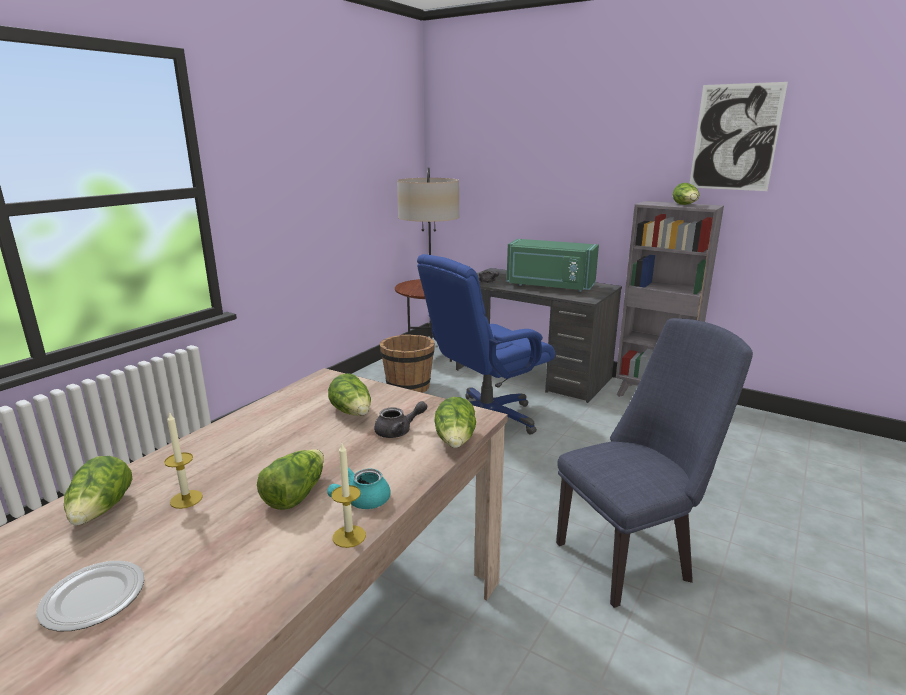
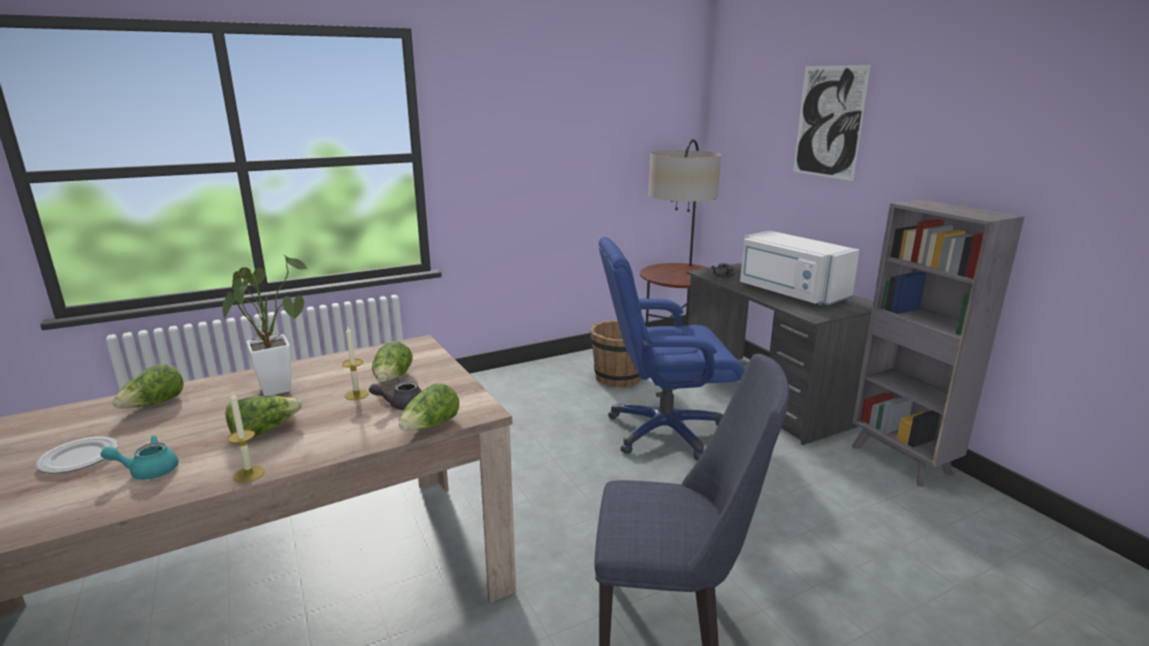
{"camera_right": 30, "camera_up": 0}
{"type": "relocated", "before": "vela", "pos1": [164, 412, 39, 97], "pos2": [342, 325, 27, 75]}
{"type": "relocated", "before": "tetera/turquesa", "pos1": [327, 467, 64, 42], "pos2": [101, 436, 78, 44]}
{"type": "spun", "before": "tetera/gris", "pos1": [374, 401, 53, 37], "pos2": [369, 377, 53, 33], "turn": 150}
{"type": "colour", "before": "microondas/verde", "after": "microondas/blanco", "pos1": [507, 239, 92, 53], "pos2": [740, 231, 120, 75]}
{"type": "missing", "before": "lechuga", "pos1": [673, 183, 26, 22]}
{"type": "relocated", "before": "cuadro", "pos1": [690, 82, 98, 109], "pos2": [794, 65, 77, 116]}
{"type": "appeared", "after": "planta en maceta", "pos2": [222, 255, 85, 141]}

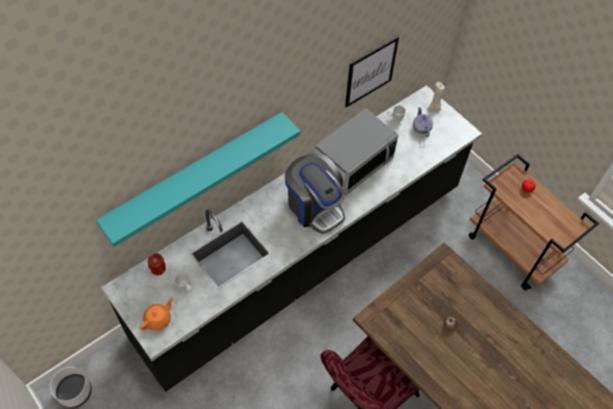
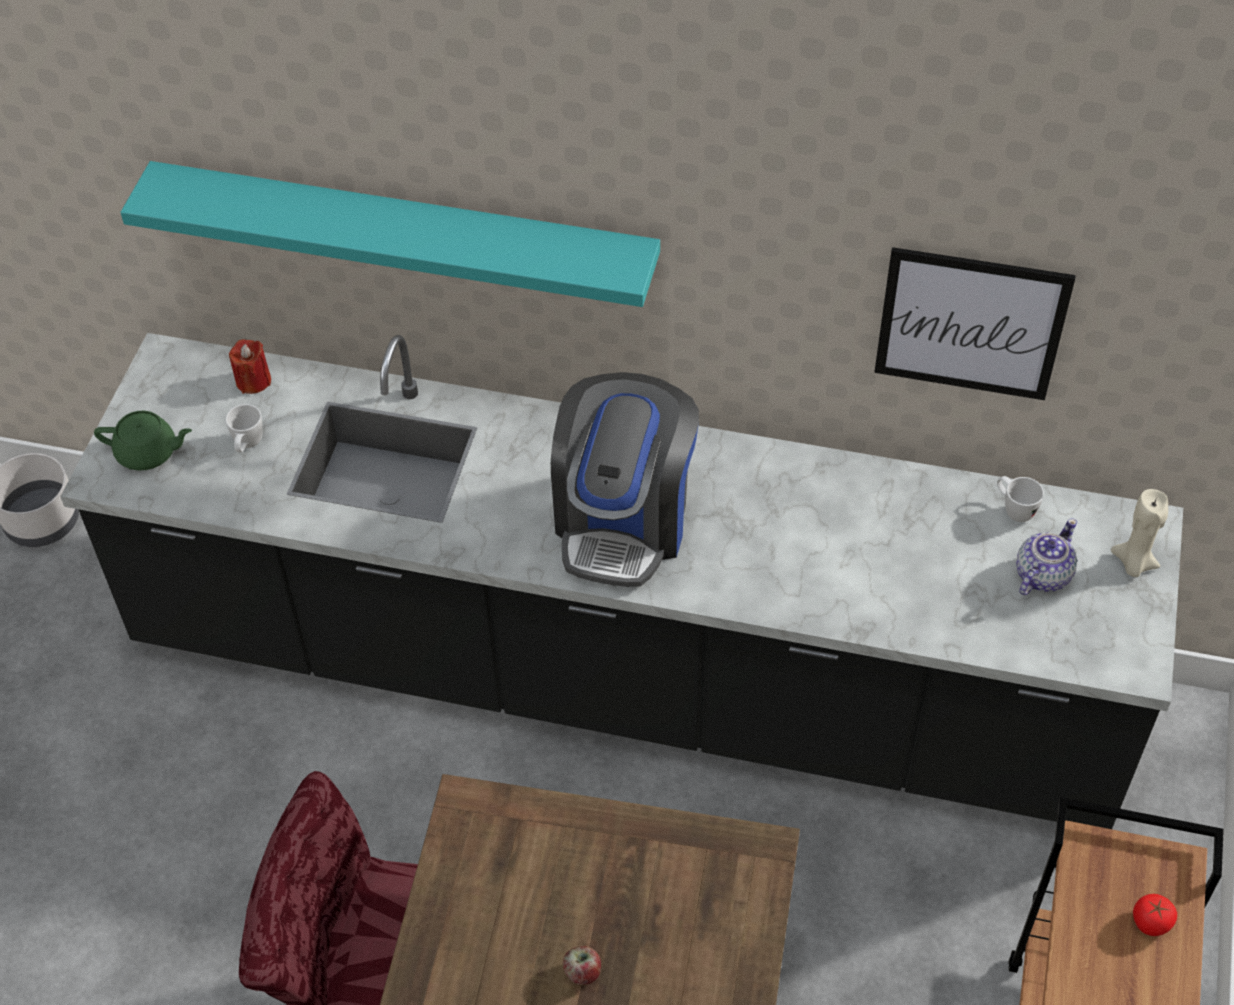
{"camera_right": 55, "camera_up": -5}
{"type": "colour", "before": "tetera/naranja", "after": "tetera/verde", "pos1": [140, 297, 33, 34], "pos2": [94, 411, 98, 60]}
{"type": "missing", "before": "microondas", "pos1": [315, 108, 83, 87]}

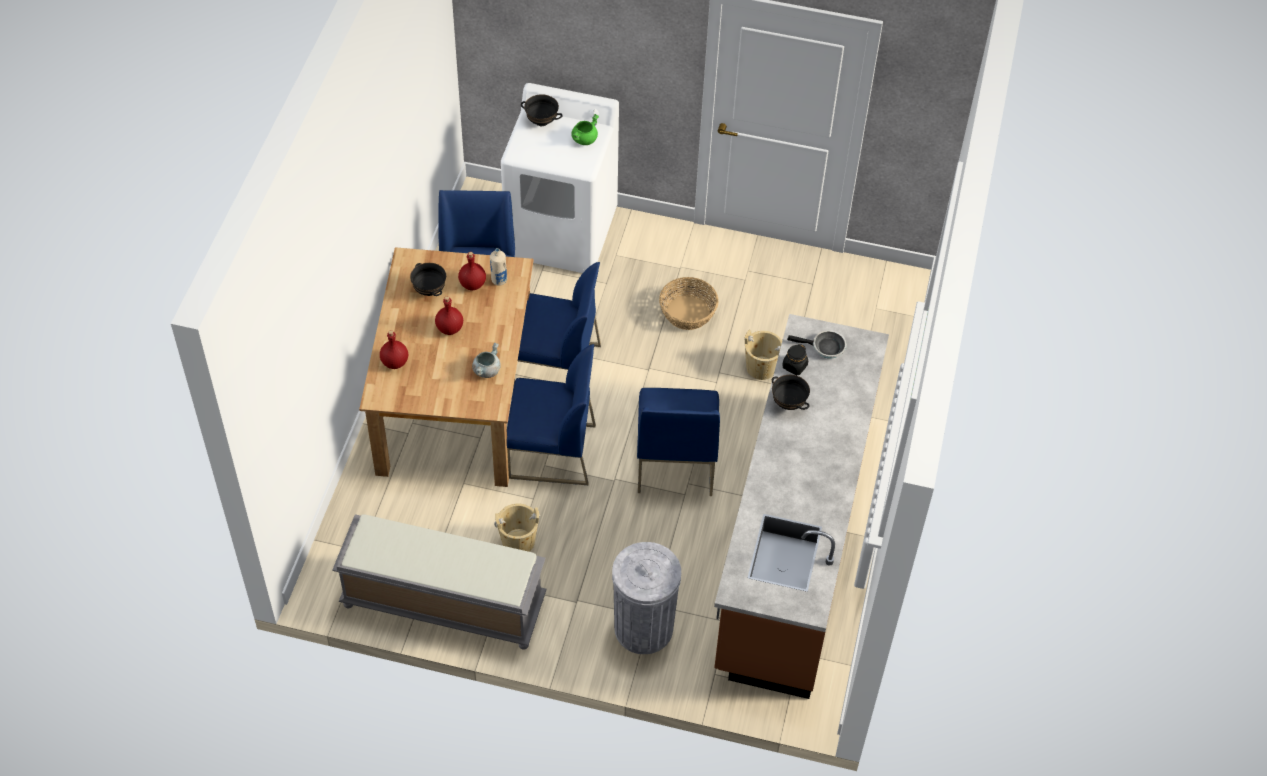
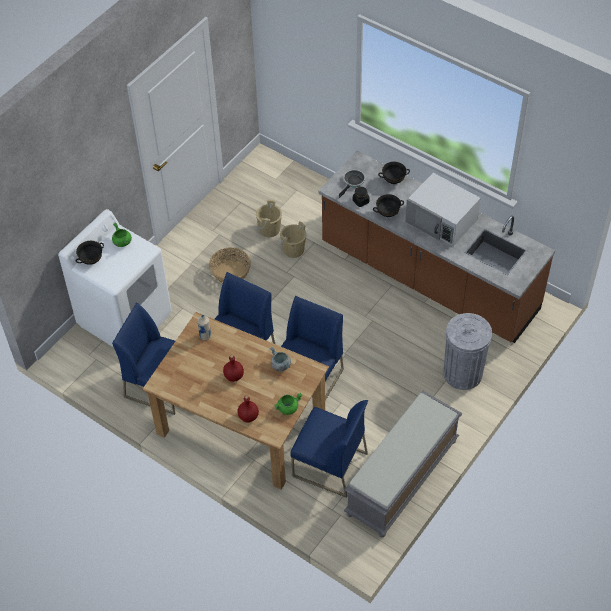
{"camera_right": -65, "camera_up": 0}
{"type": "relocated", "before": "cuenco/negro", "pos1": [410, 263, 36, 33], "pos2": [378, 162, 32, 22]}
{"type": "missing", "before": "botella/rojo", "pos1": [458, 252, 28, 38]}
{"type": "relocated", "before": "cubo/beis", "pos1": [494, 503, 47, 49], "pos2": [256, 200, 26, 37]}
{"type": "relocated", "before": "silla/azul", "pos1": [637, 388, 83, 108], "pos2": [290, 400, 78, 98]}
{"type": "appeared", "after": "olla/verde", "pos2": [274, 393, 28, 22]}
{"type": "appeared", "after": "microondas/blanco", "pos2": [405, 173, 76, 73]}

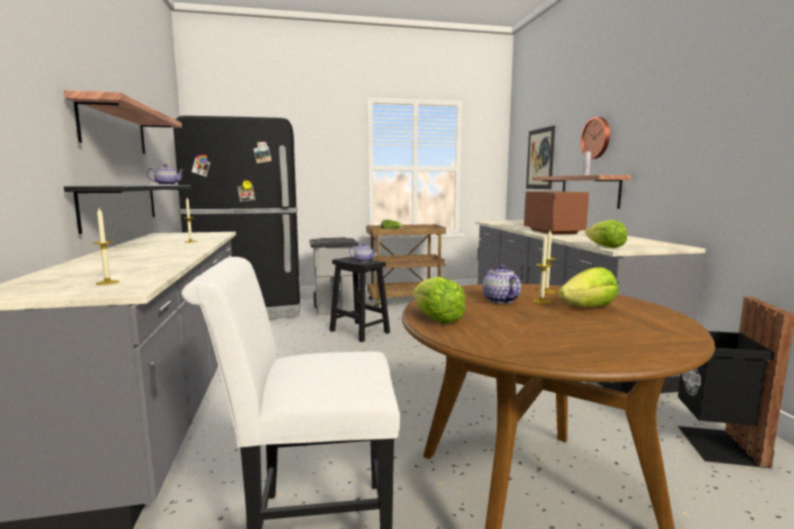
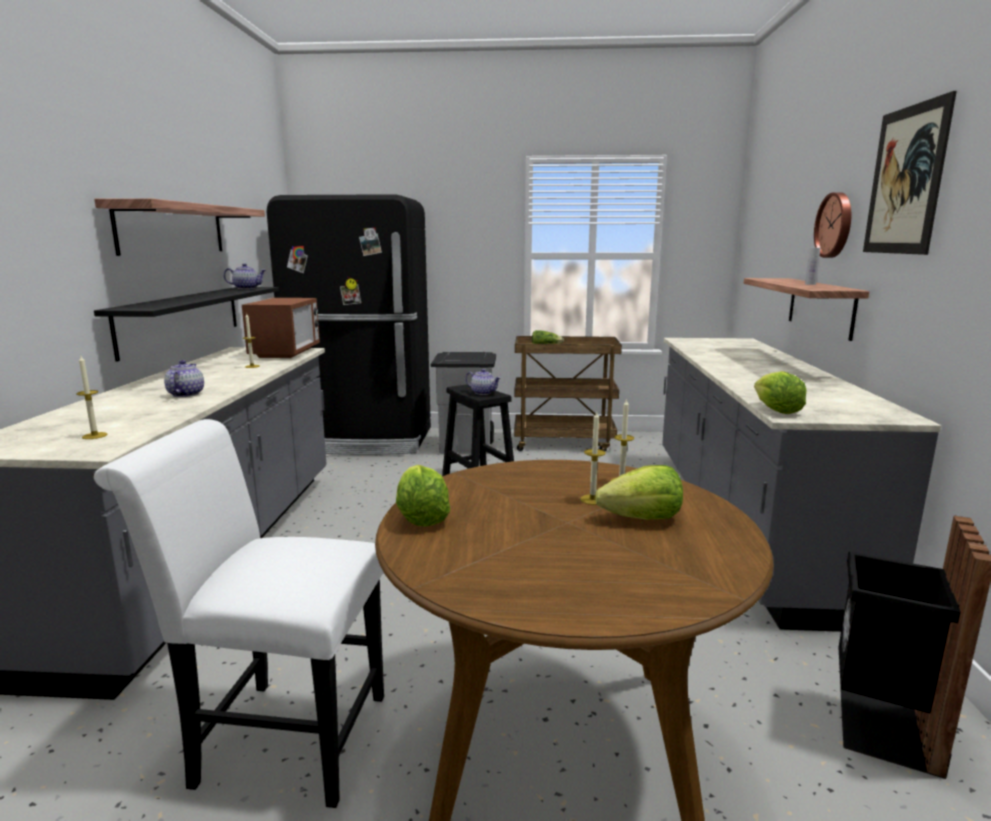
{"camera_right": 15, "camera_up": 5}
{"type": "relocated", "before": "tetera", "pos1": [482, 265, 39, 39], "pos2": [164, 360, 40, 37]}
{"type": "relocated", "before": "microondas", "pos1": [524, 191, 65, 44], "pos2": [242, 298, 78, 60]}
{"type": "relocated", "before": "cuadro", "pos1": [526, 126, 29, 63], "pos2": [863, 91, 94, 164]}

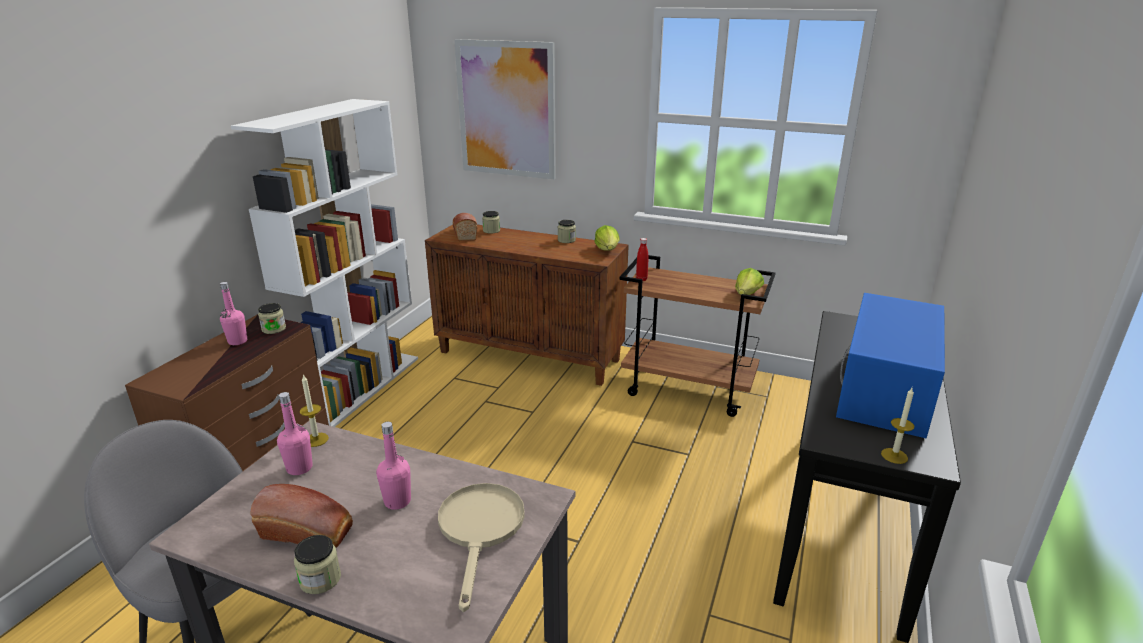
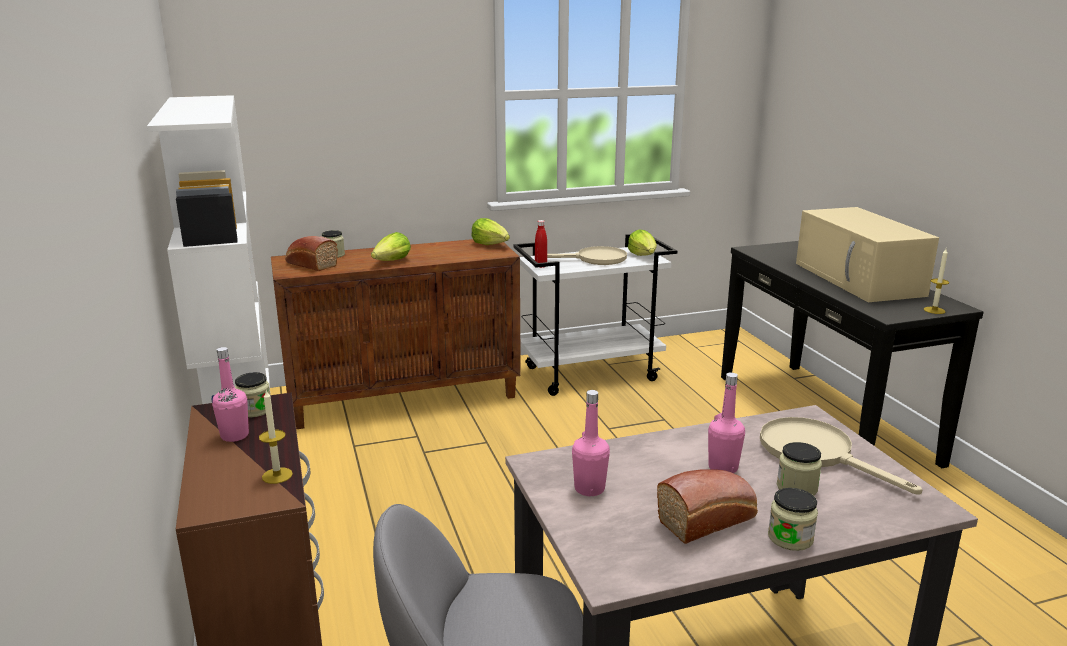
{"camera_right": -40, "camera_up": -5}
{"type": "relocated", "before": "vela", "pos1": [300, 374, 29, 73], "pos2": [259, 390, 34, 94]}
{"type": "missing", "before": "cuadro", "pos1": [454, 39, 102, 140]}
{"type": "relocated", "before": "tarro", "pos1": [558, 220, 18, 23], "pos2": [777, 442, 45, 54]}
{"type": "colour", "before": "carrito/marrón", "after": "carrito/blanco", "pos1": [619, 255, 157, 162], "pos2": [513, 234, 164, 162]}
{"type": "colour", "before": "microondas/azul", "after": "microondas/beis", "pos1": [836, 293, 109, 145], "pos2": [796, 207, 143, 95]}
{"type": "appeared", "after": "lechuga", "pos2": [371, 232, 40, 29]}
{"type": "appeared", "after": "sartén/beis", "pos2": [547, 246, 80, 19]}

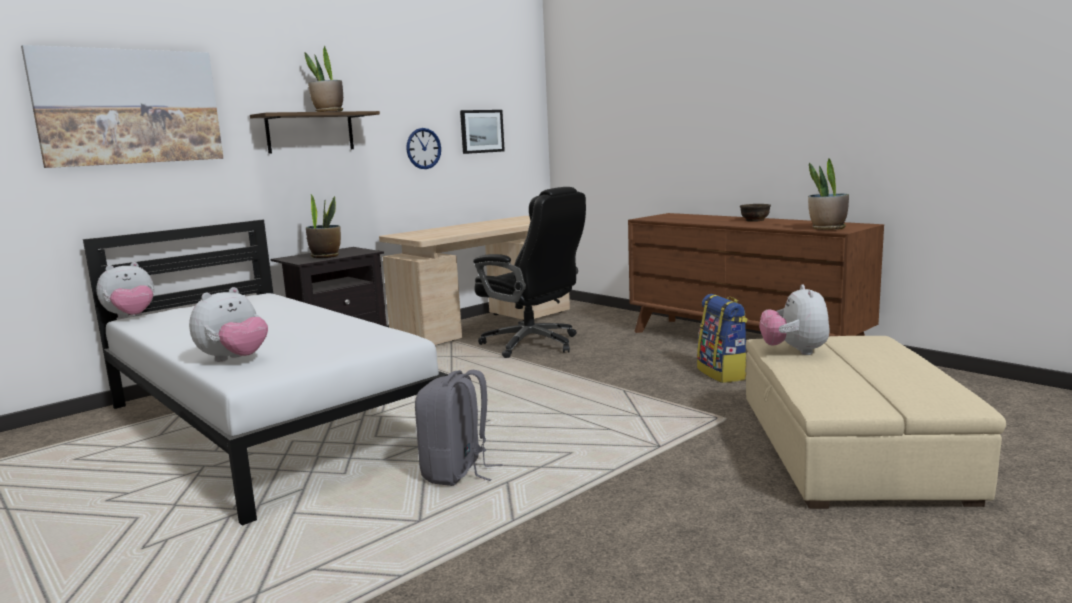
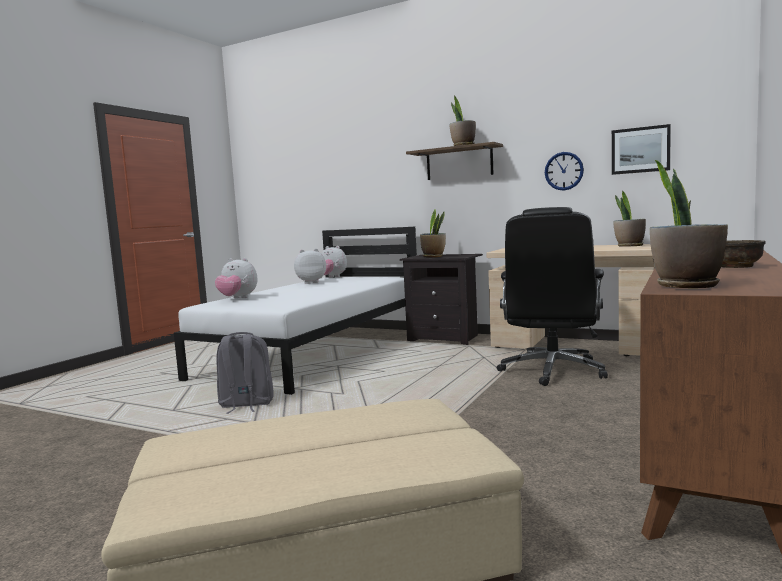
{"camera_right": 70, "camera_up": -5}
{"type": "missing", "before": "cuadro", "pos1": [21, 45, 202, 123]}
{"type": "missing", "before": "mochila", "pos1": [697, 294, 51, 89]}
{"type": "relocated", "before": "peluche", "pos1": [759, 284, 71, 71], "pos2": [294, 249, 32, 35]}
{"type": "appeared", "after": "planta en maceta", "pos2": [613, 191, 33, 56]}

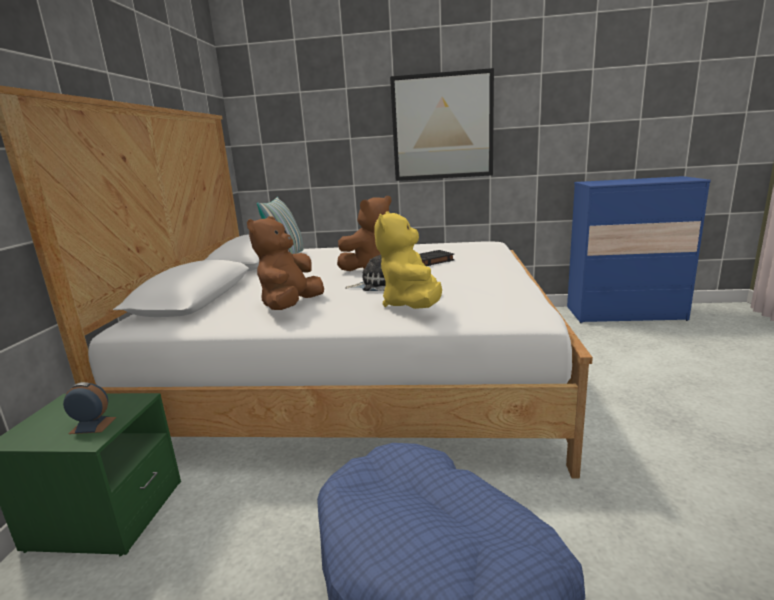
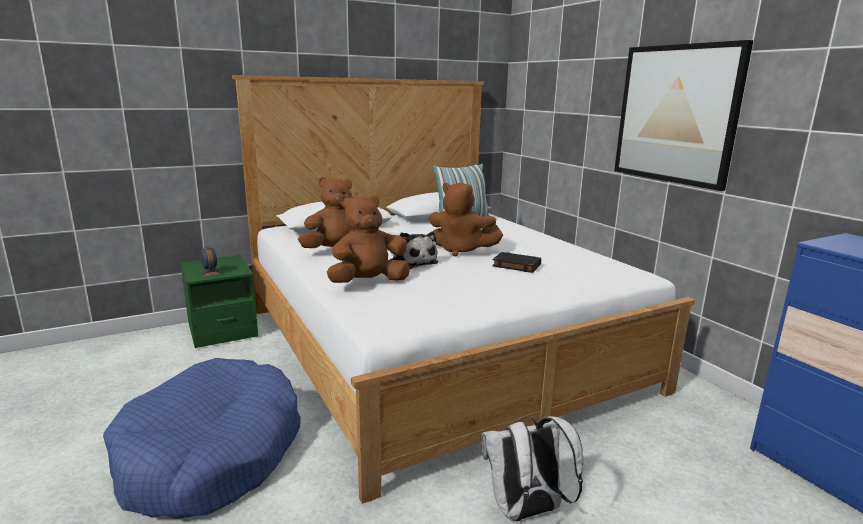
{"camera_right": 55, "camera_up": 0}
{"type": "colour", "before": "peluche/amarillo", "after": "peluche/marrón", "pos1": [374, 212, 68, 97], "pos2": [327, 195, 83, 88]}
{"type": "appeared", "after": "mochila/blanco", "pos2": [482, 416, 101, 105]}

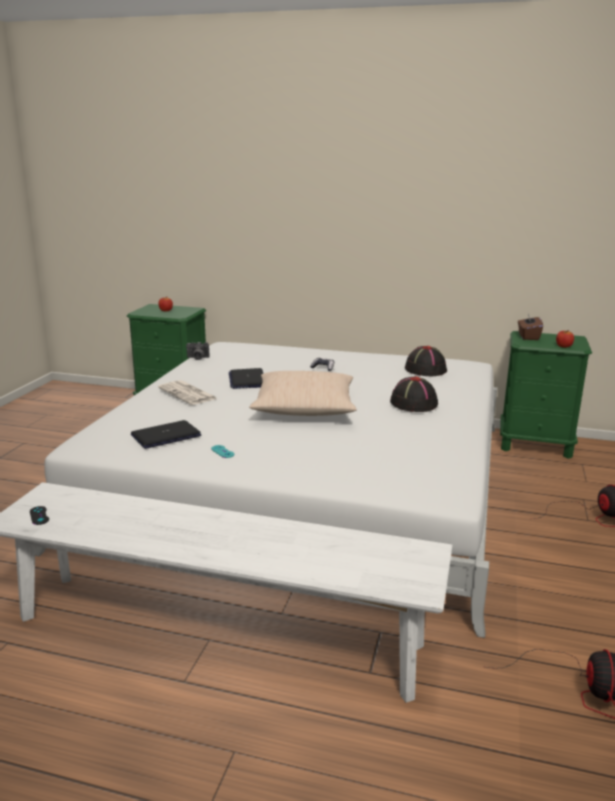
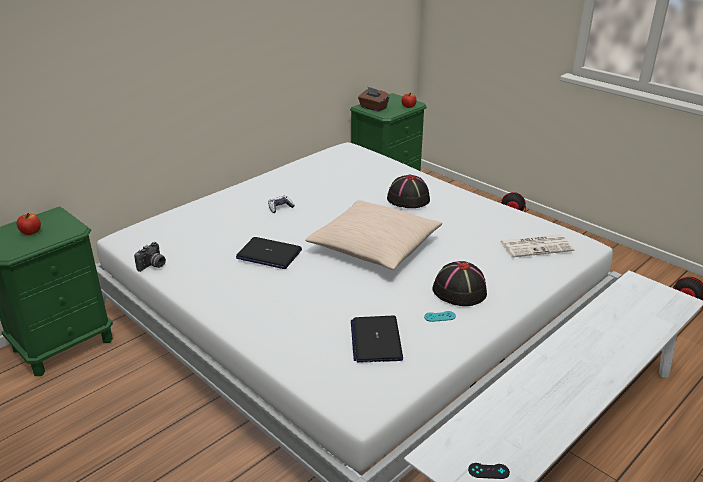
{"camera_right": -60, "camera_up": 10}
{"type": "relocated", "before": "periódico", "pos1": [158, 380, 60, 25], "pos2": [499, 235, 76, 22]}
{"type": "relocated", "before": "sombrero/negro", "pos1": [405, 346, 42, 30], "pos2": [433, 261, 54, 45]}

